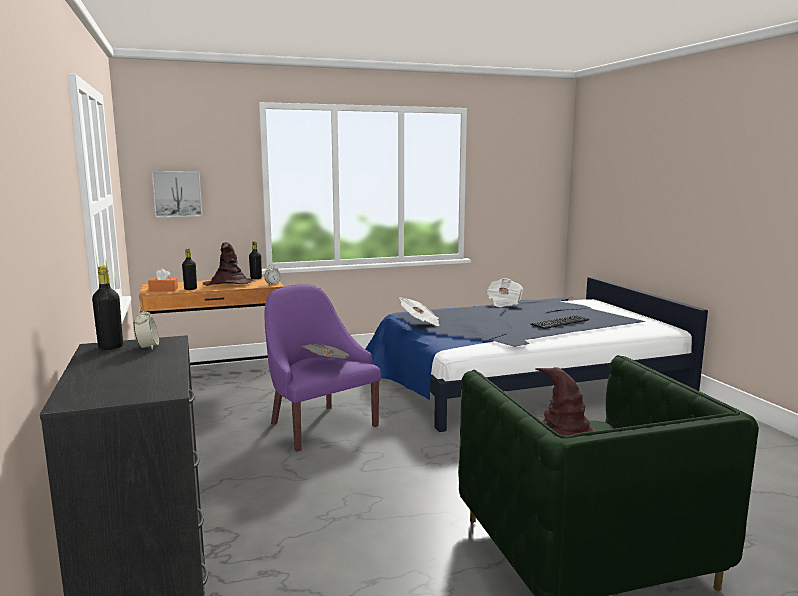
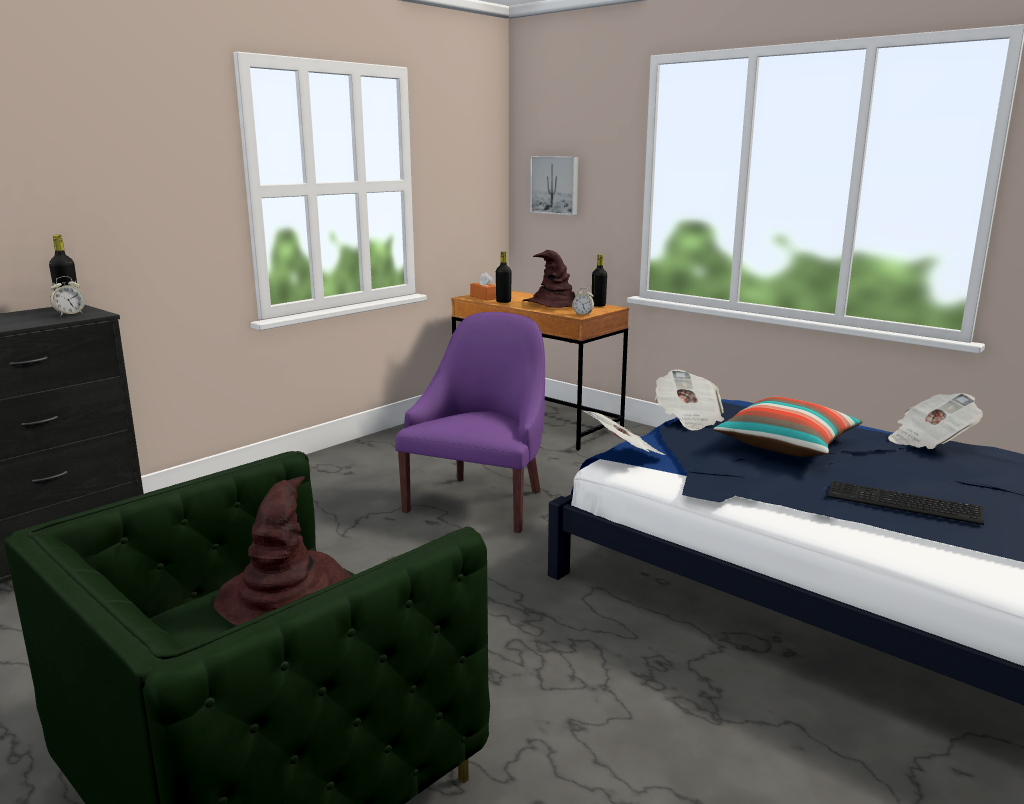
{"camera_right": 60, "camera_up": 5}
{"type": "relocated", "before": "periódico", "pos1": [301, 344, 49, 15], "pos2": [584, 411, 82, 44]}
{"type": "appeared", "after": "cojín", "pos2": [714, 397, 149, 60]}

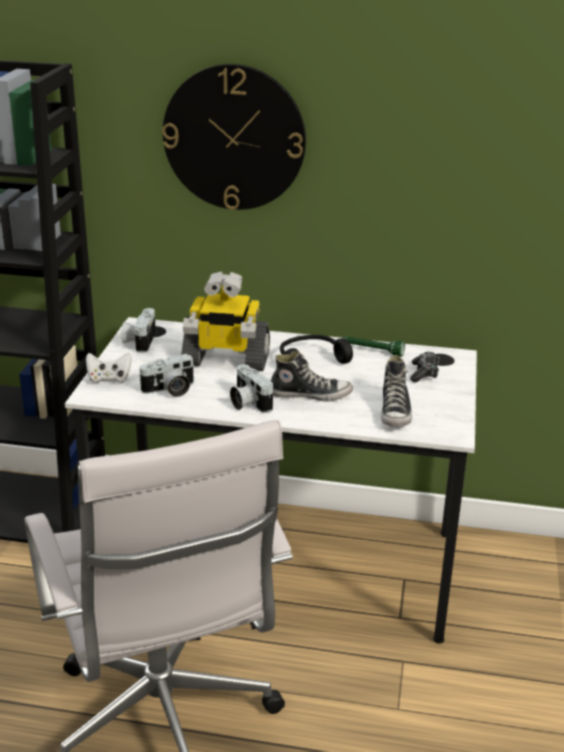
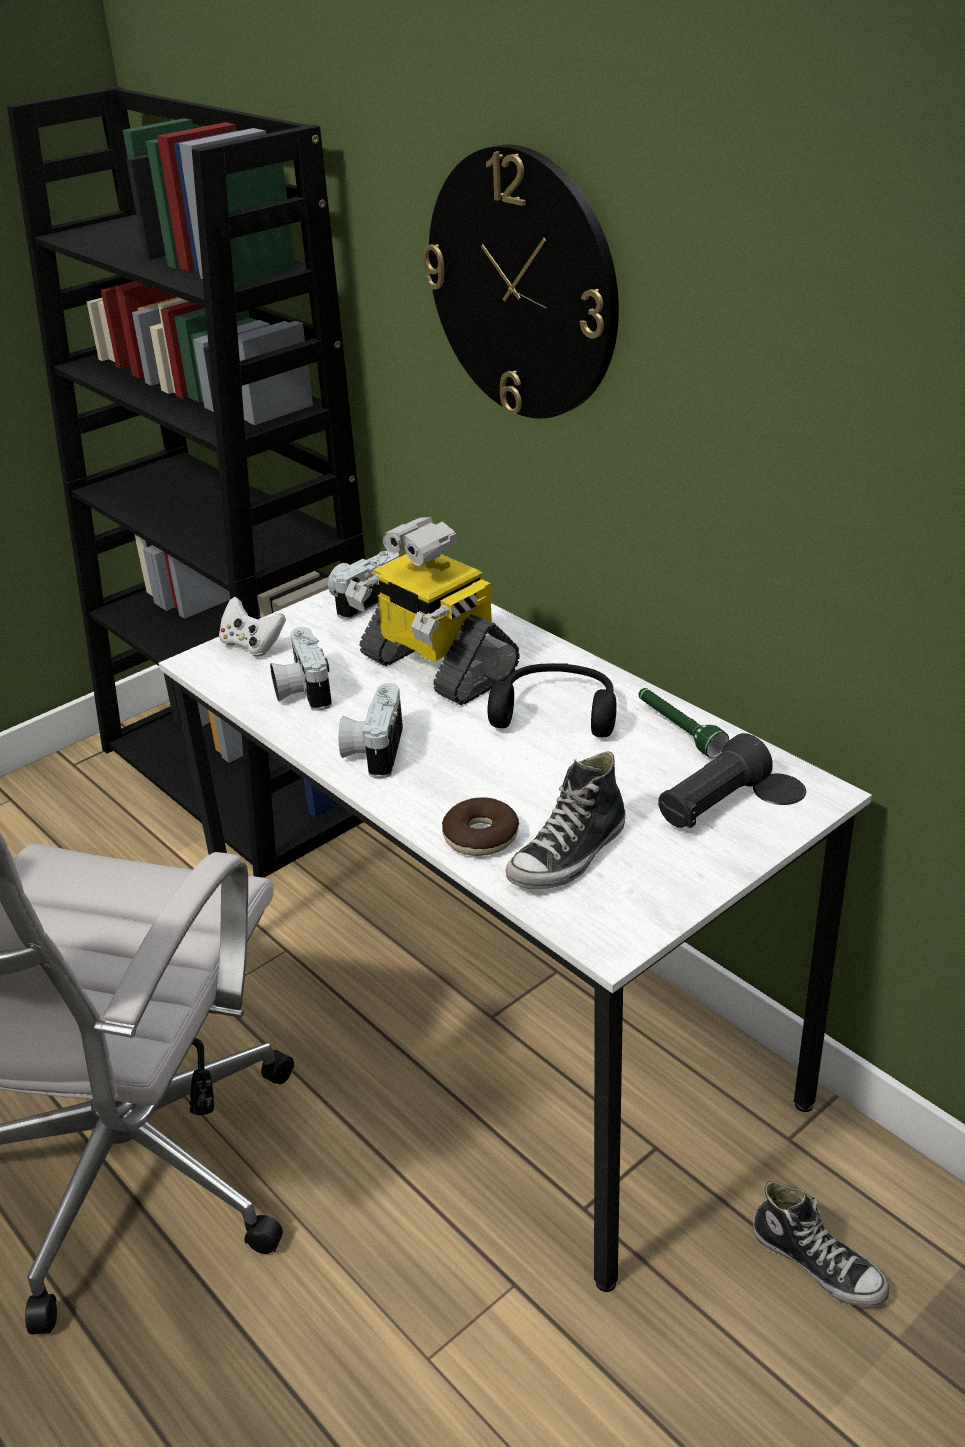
{"camera_right": 40, "camera_up": 5}
{"type": "spun", "before": "cámara", "pos1": [138, 354, 57, 43], "pos2": [270, 627, 62, 84], "turn": 60}
{"type": "relocated", "before": "zapato", "pos1": [271, 351, 82, 51], "pos2": [753, 1181, 136, 126]}
{"type": "exchanged", "before": "mando de consola", "after": "linterna/negro", "pos1": [410, 352, 30, 30], "pos2": [658, 733, 115, 95]}
{"type": "appeared", "after": "rosquilla", "pos2": [442, 797, 77, 59]}

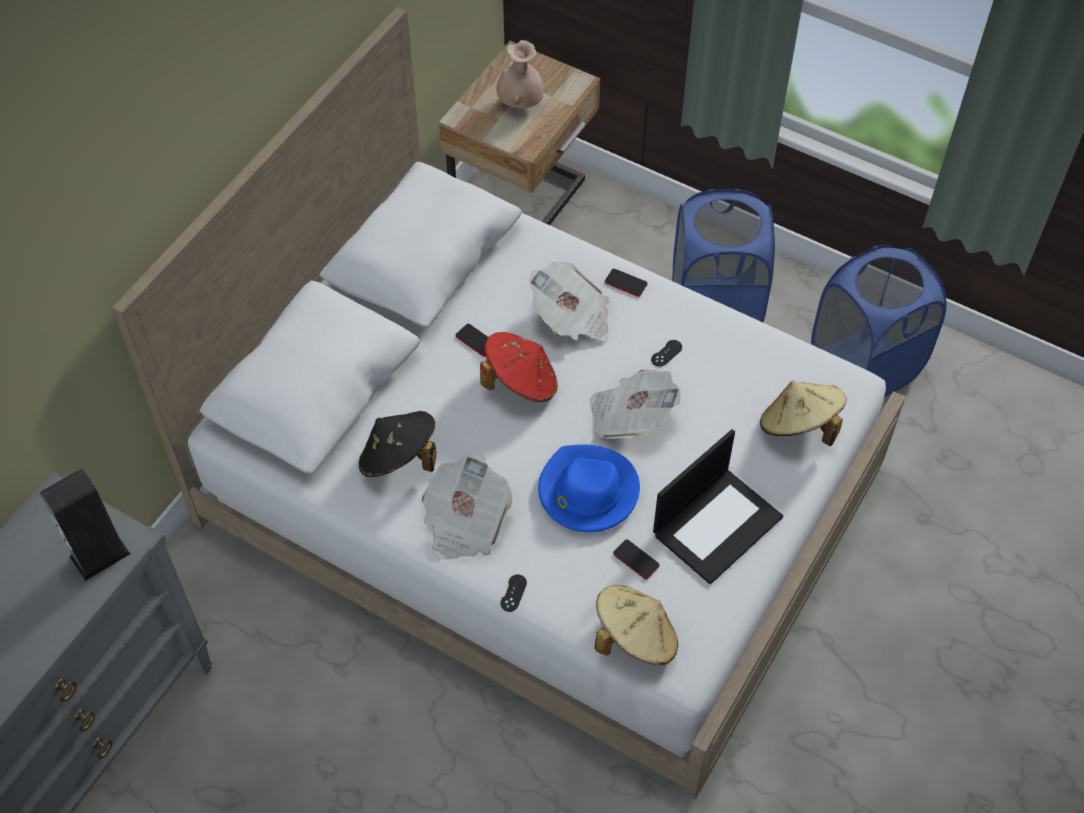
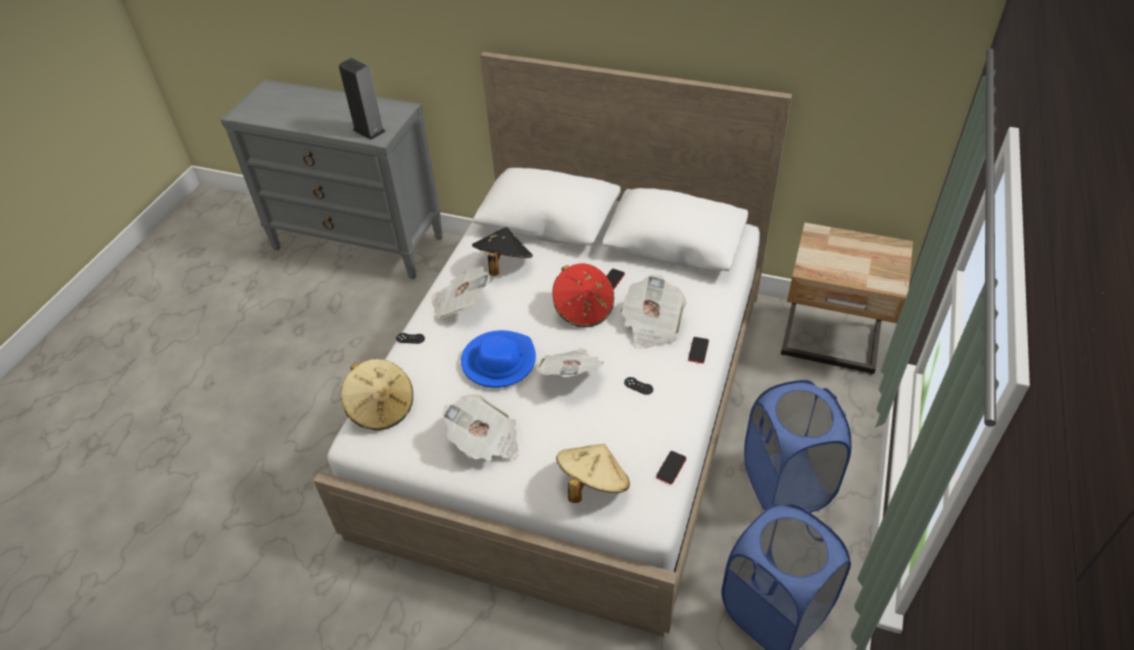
{"camera_right": 80, "camera_up": -10}
{"type": "missing", "before": "florero/beis", "pos1": [497, 40, 47, 69]}
{"type": "relocated", "before": "móvil", "pos1": [613, 539, 47, 40], "pos2": [656, 451, 30, 33]}
{"type": "exchanged", "before": "portátil", "after": "periódico", "pos1": [653, 429, 130, 155], "pos2": [442, 394, 77, 68]}

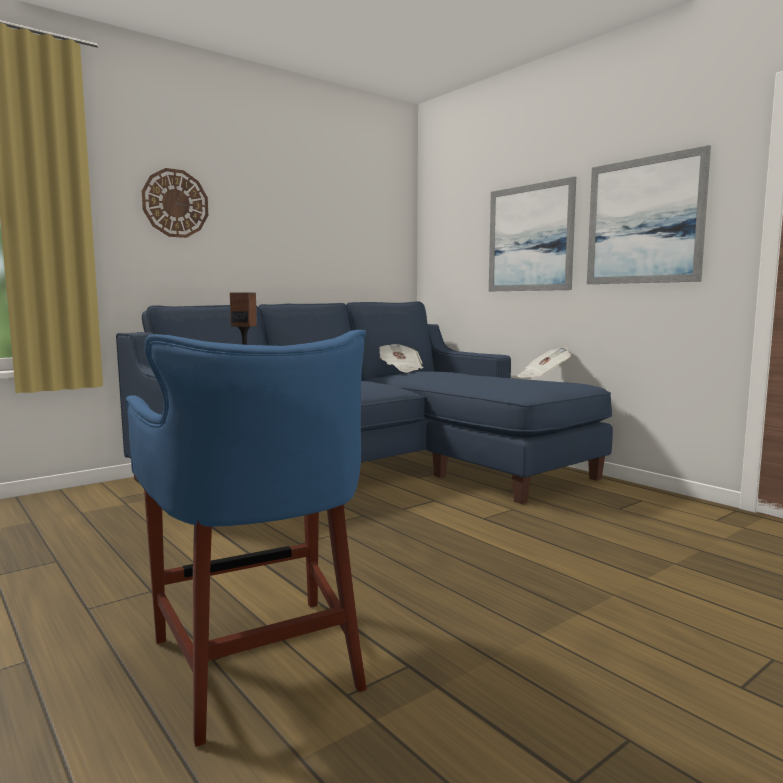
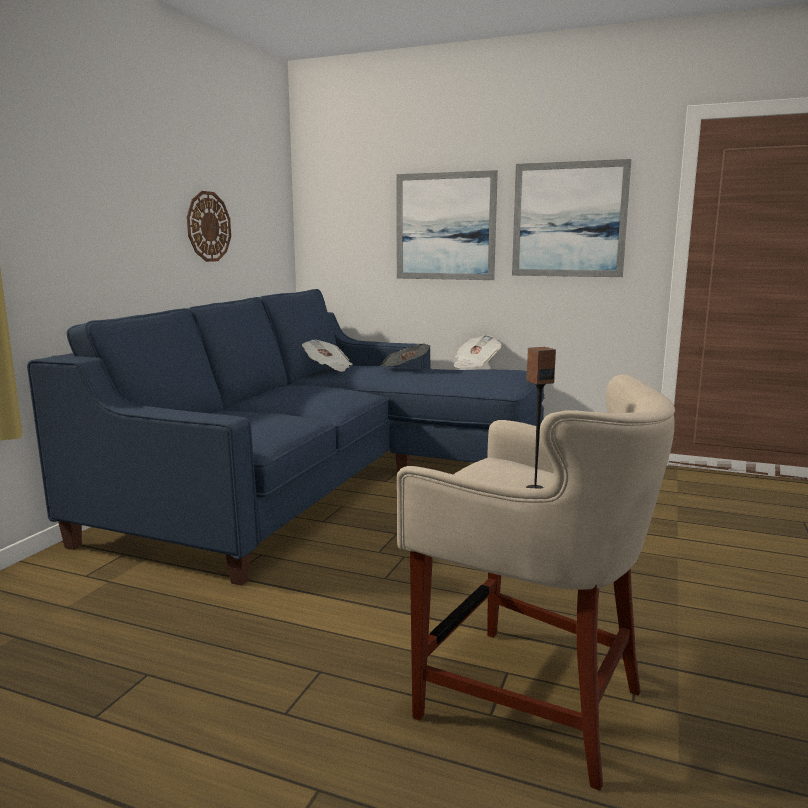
{"camera_right": -30, "camera_up": 5}
{"type": "colour", "before": "taburete/azul", "after": "taburete/beis", "pos1": [126, 330, 241, 417], "pos2": [397, 374, 278, 417]}
{"type": "relocated", "before": "reloj de pared", "pos1": [142, 168, 66, 70], "pos2": [187, 191, 44, 71]}
{"type": "appeared", "after": "periódico", "pos2": [380, 343, 51, 23]}

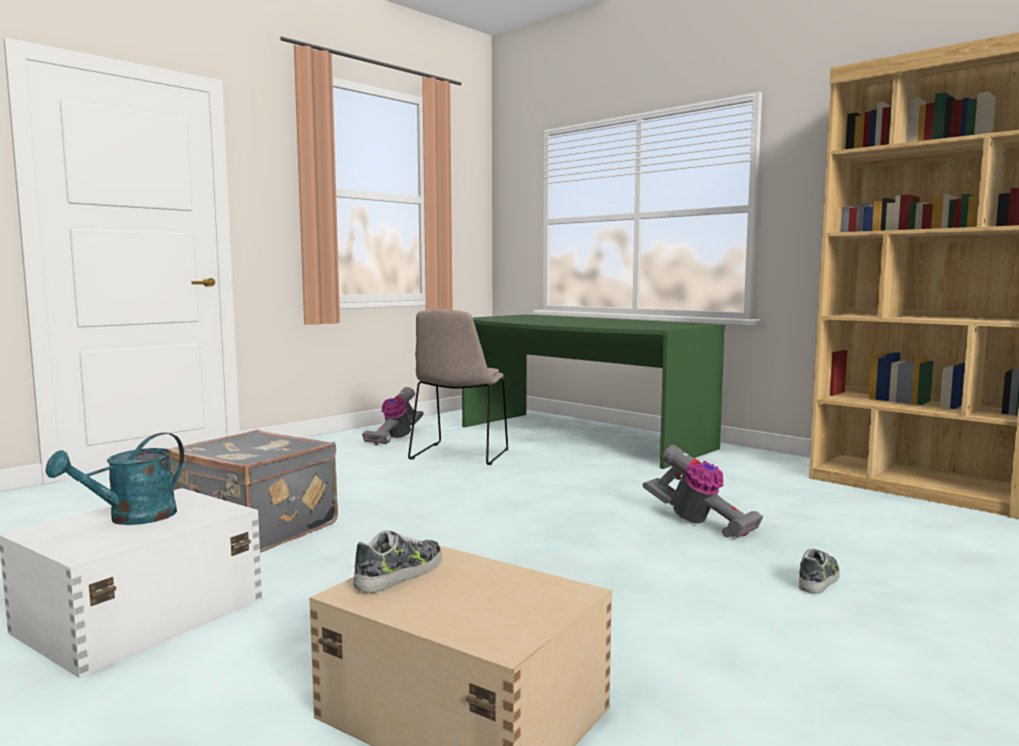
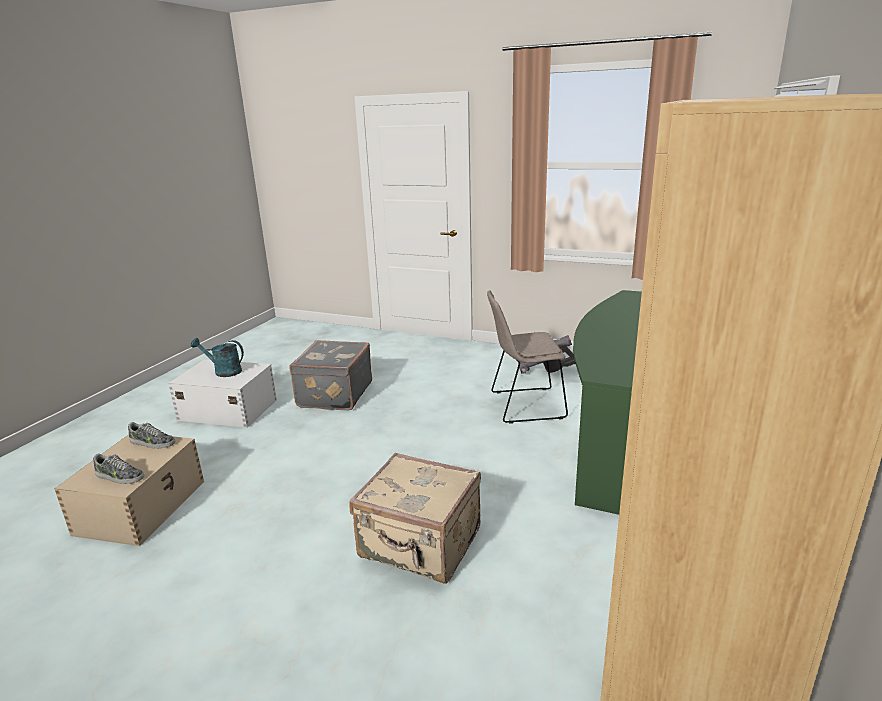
{"camera_right": 70, "camera_up": 15}
{"type": "exchanged", "before": "aspiradora", "after": "maleta/beis", "pos1": [643, 445, 120, 93], "pos2": [349, 453, 132, 130]}
{"type": "relocated", "before": "zapato", "pos1": [799, 548, 41, 46], "pos2": [93, 453, 51, 31]}

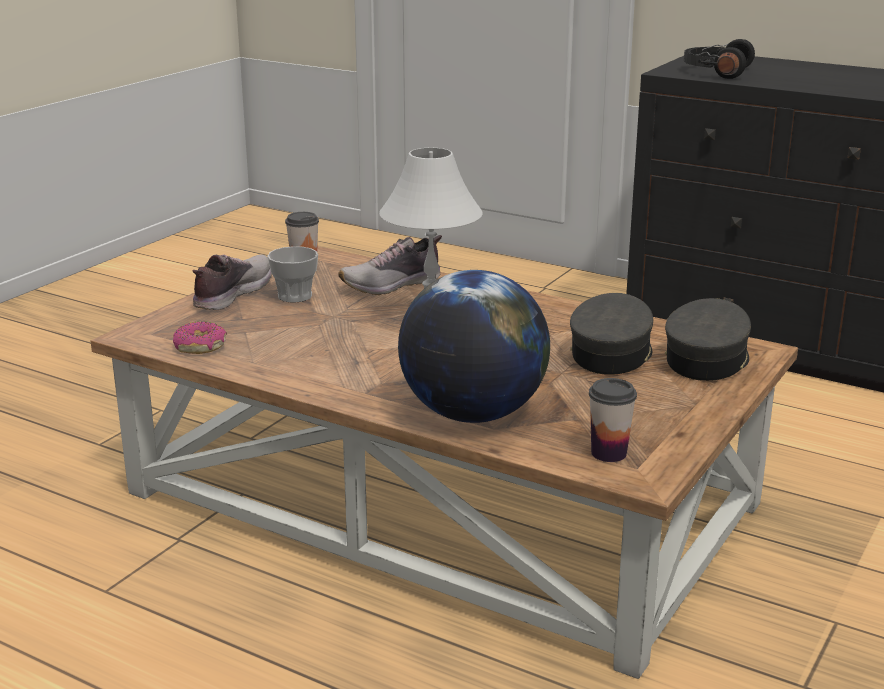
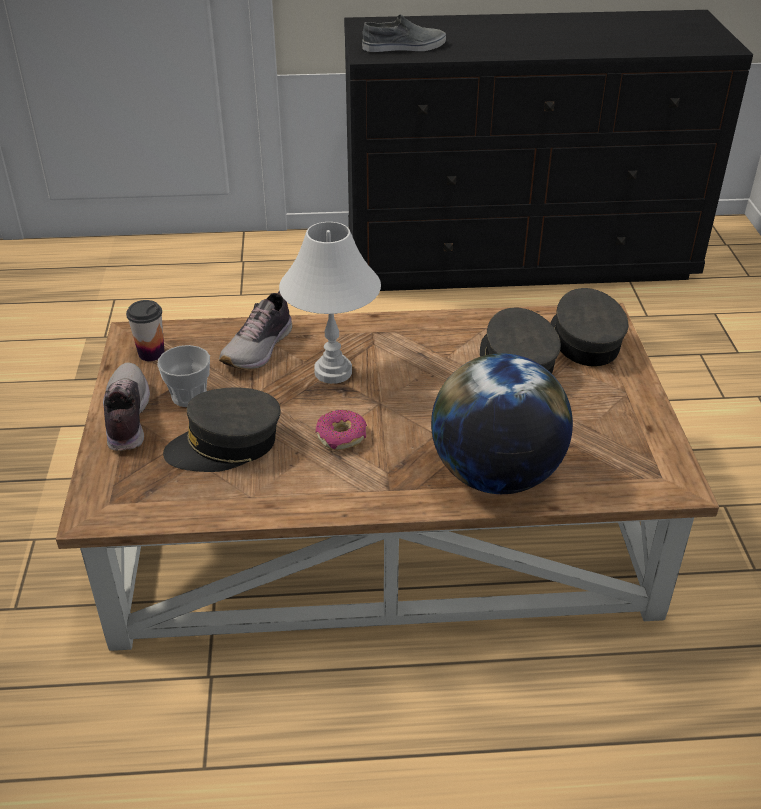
{"camera_right": -35, "camera_up": 15}
{"type": "relocated", "before": "rosquilla", "pos1": [173, 322, 54, 32], "pos2": [315, 410, 52, 40]}
{"type": "missing", "before": "taza", "pos1": [589, 378, 48, 84]}
{"type": "exchanged", "before": "auriculares/negro", "after": "zapato/gris", "pos1": [684, 39, 71, 40], "pos2": [362, 14, 84, 38]}
{"type": "appeared", "after": "gorra/gris", "pos2": [163, 388, 118, 84]}

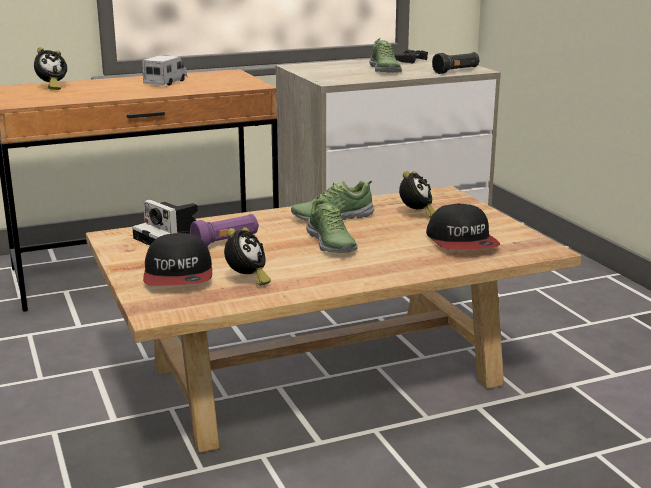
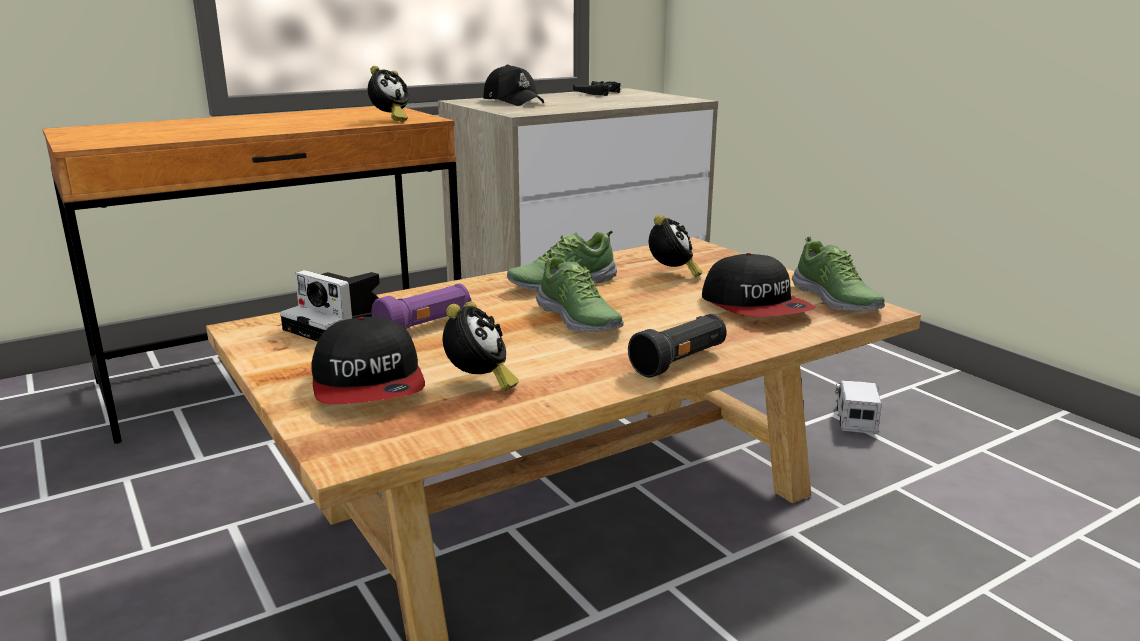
{"camera_right": -10, "camera_up": 0}
{"type": "relocated", "before": "despertador", "pos1": [34, 47, 33, 43], "pos2": [368, 66, 42, 56]}
{"type": "relocated", "before": "camión de juguete", "pos1": [142, 55, 45, 31], "pos2": [835, 380, 47, 54]}
{"type": "relocated", "before": "zapato", "pos1": [369, 38, 33, 35], "pos2": [792, 236, 93, 76]}
{"type": "relocated", "before": "linterna/negro", "pos1": [432, 52, 48, 22], "pos2": [628, 314, 98, 64]}
{"type": "appeared", "after": "gorra/negro", "pos2": [483, 65, 61, 41]}

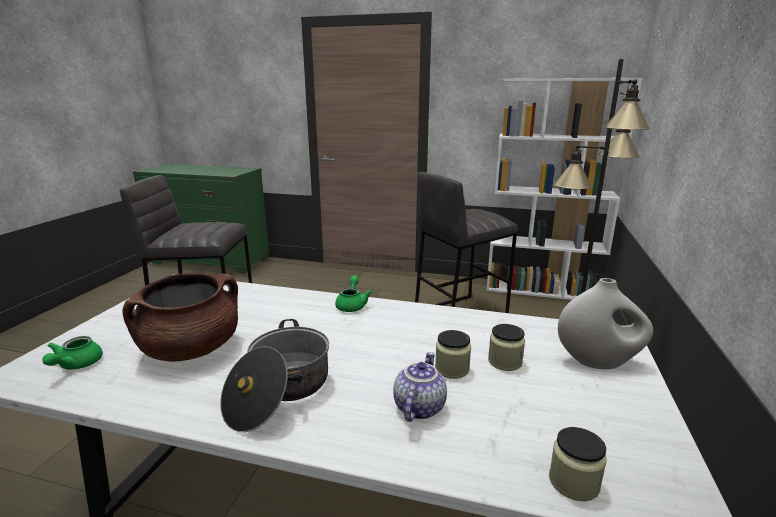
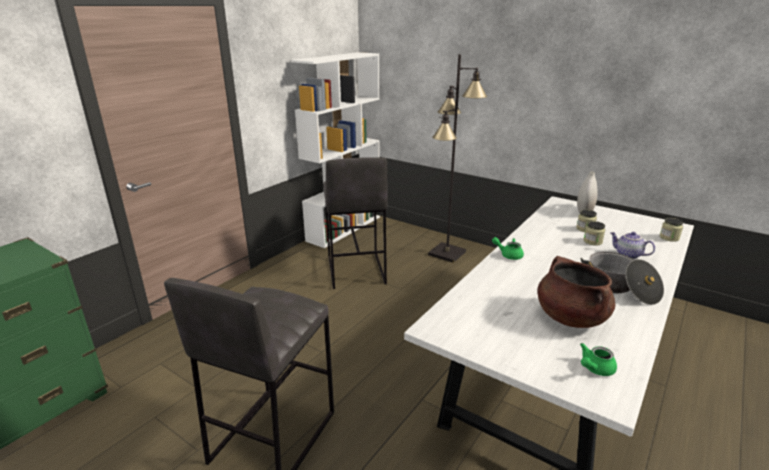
{"camera_right": -70, "camera_up": 5}
{"type": "spun", "before": "tetera/verde", "pos1": [42, 336, 61, 34], "pos2": [580, 343, 37, 33], "turn": 120}

